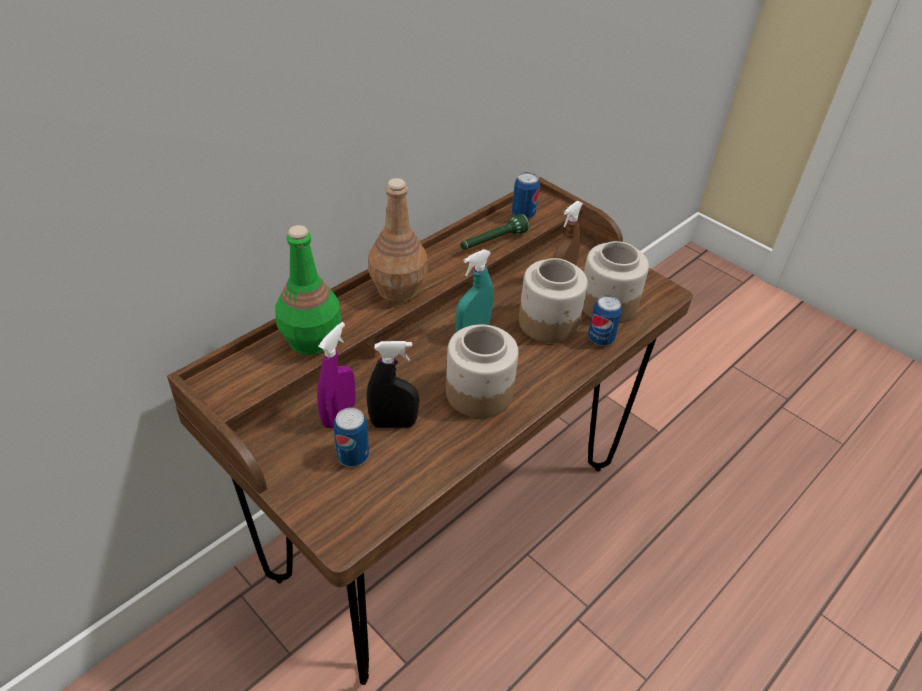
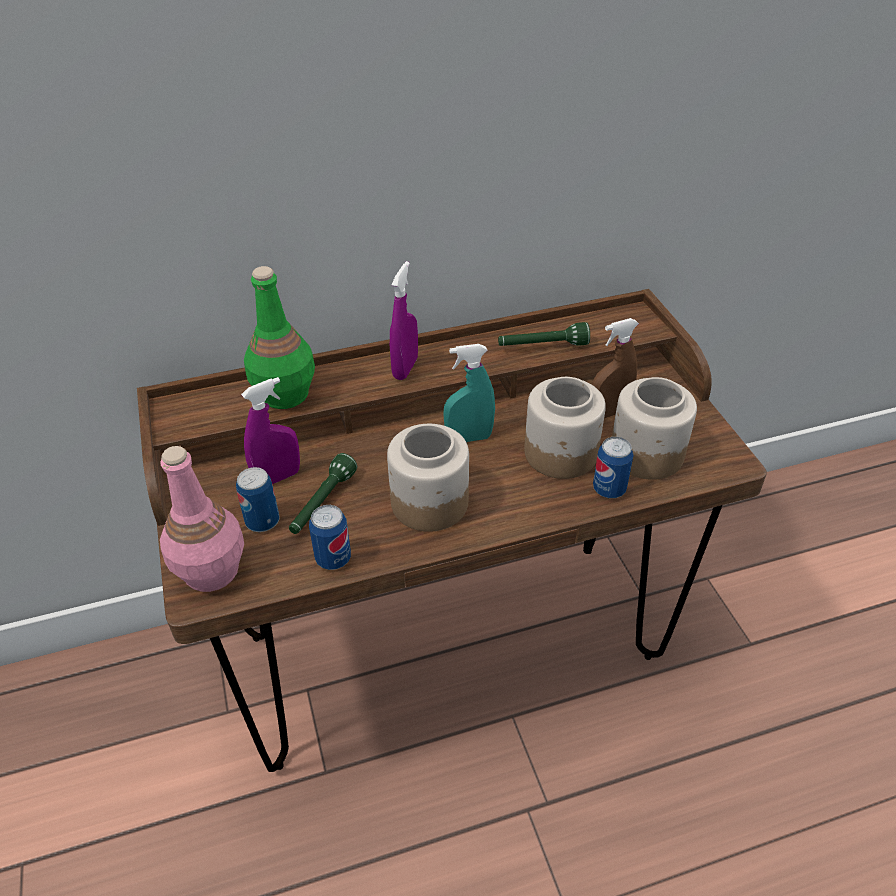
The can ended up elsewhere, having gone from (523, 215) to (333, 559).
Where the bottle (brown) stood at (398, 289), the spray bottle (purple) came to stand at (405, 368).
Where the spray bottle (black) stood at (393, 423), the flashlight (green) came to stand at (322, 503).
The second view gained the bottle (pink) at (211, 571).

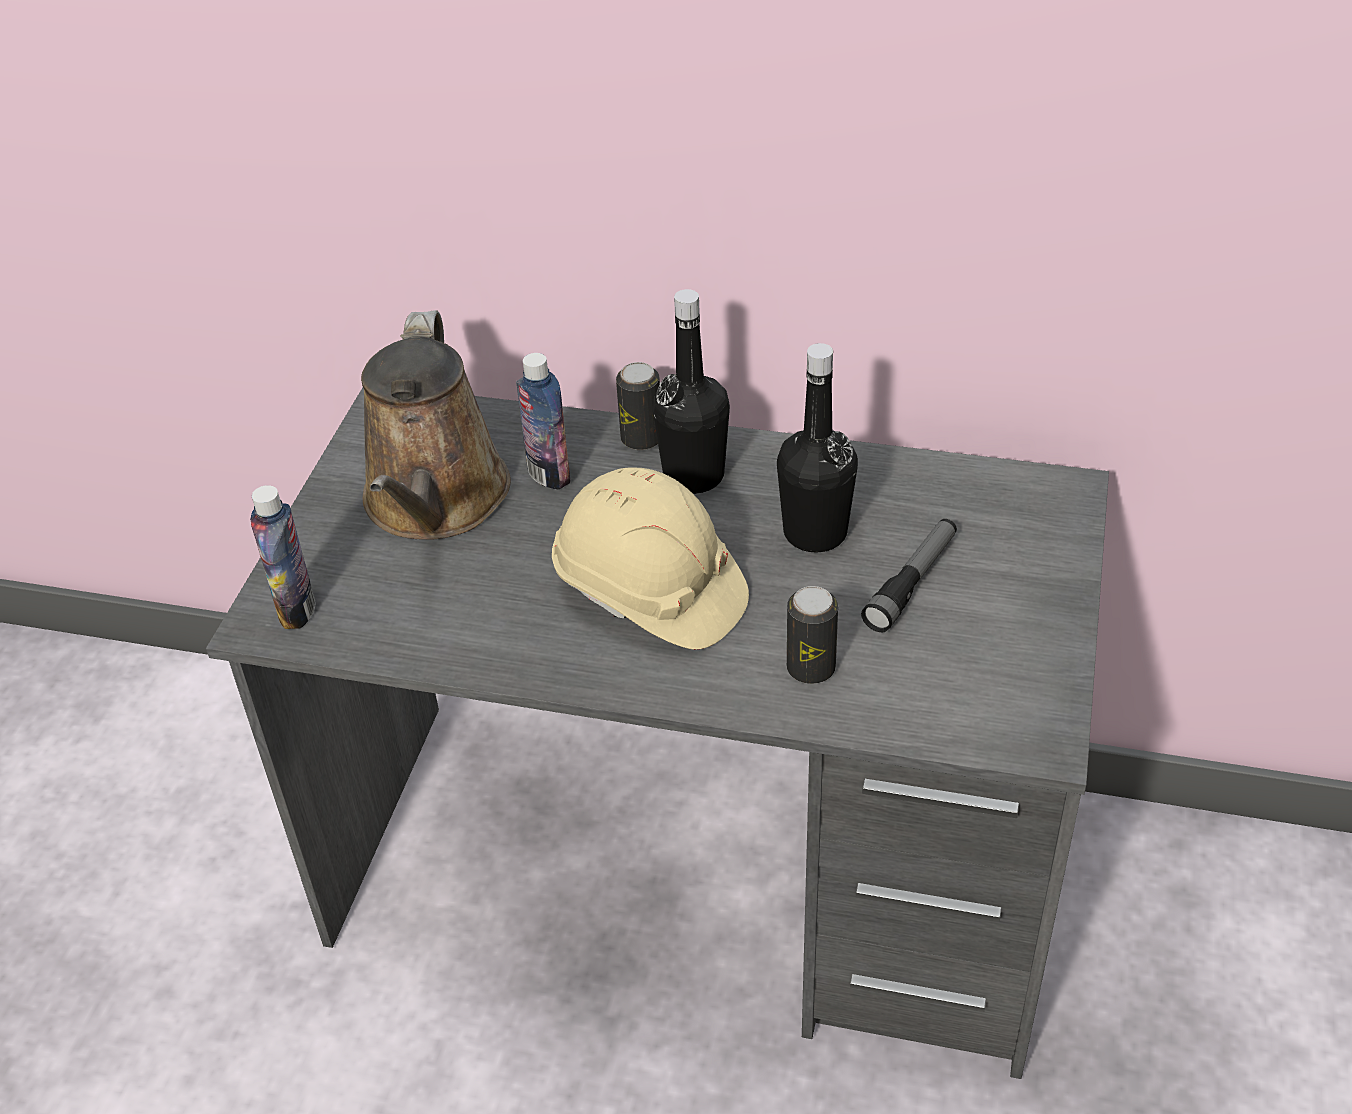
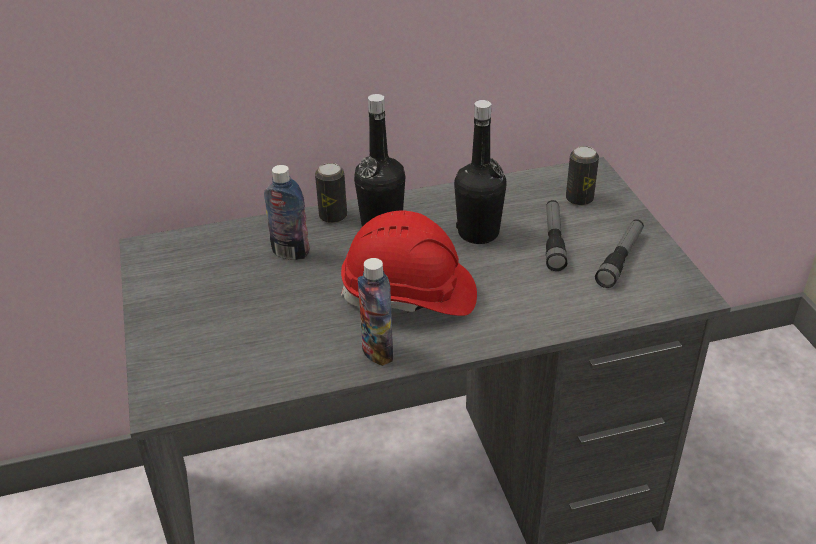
The second view lost the watering can (brown) at (435, 502).
What was the hard hat (beige) at (649, 592) turned into the hard hat (red) at (409, 295).
The bottle ended up elsewhere, having gone from (297, 609) to (377, 352).
The can ended up elsewhere, having gone from (811, 668) to (579, 199).
The second view gained the flashlight at (620, 259).

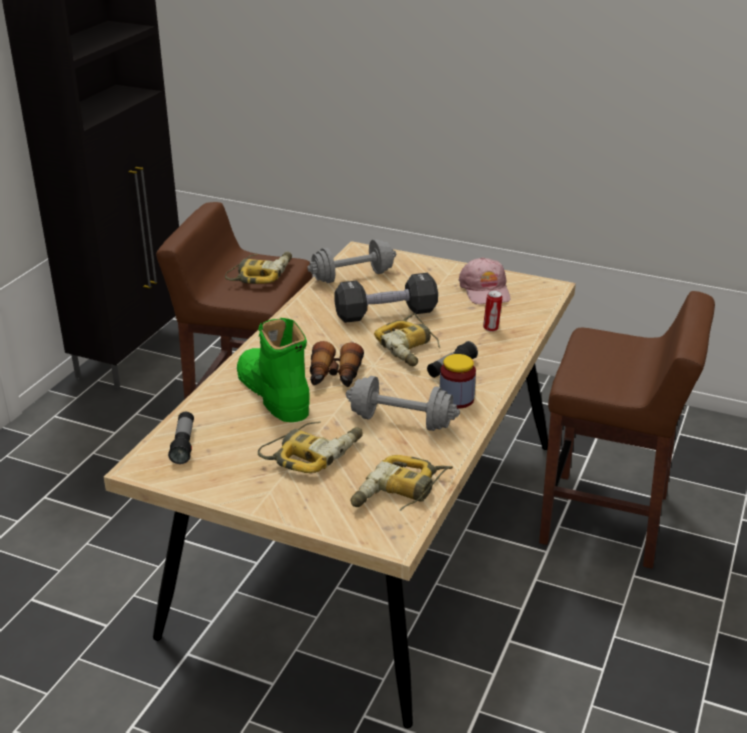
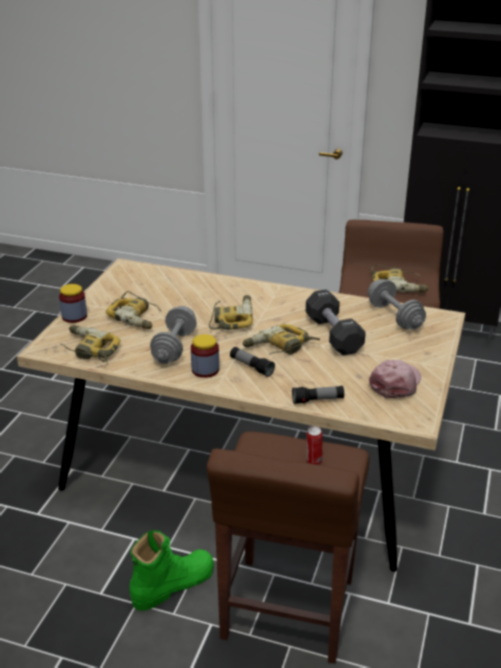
The cap (pink) at (485, 290) ended up facing another way, 135 degrees clockwise from before.
The can ended up elsewhere, having gone from (491, 328) to (313, 461).
The boot (green) ended up elsewhere, having gone from (273, 393) to (172, 584).
Where the binoculars stood at (334, 376), the power drill came to stand at (231, 318).
The flashlight ended up elsewhere, having gone from (183, 444) to (317, 400).
The second view gained the jar at (74, 316).

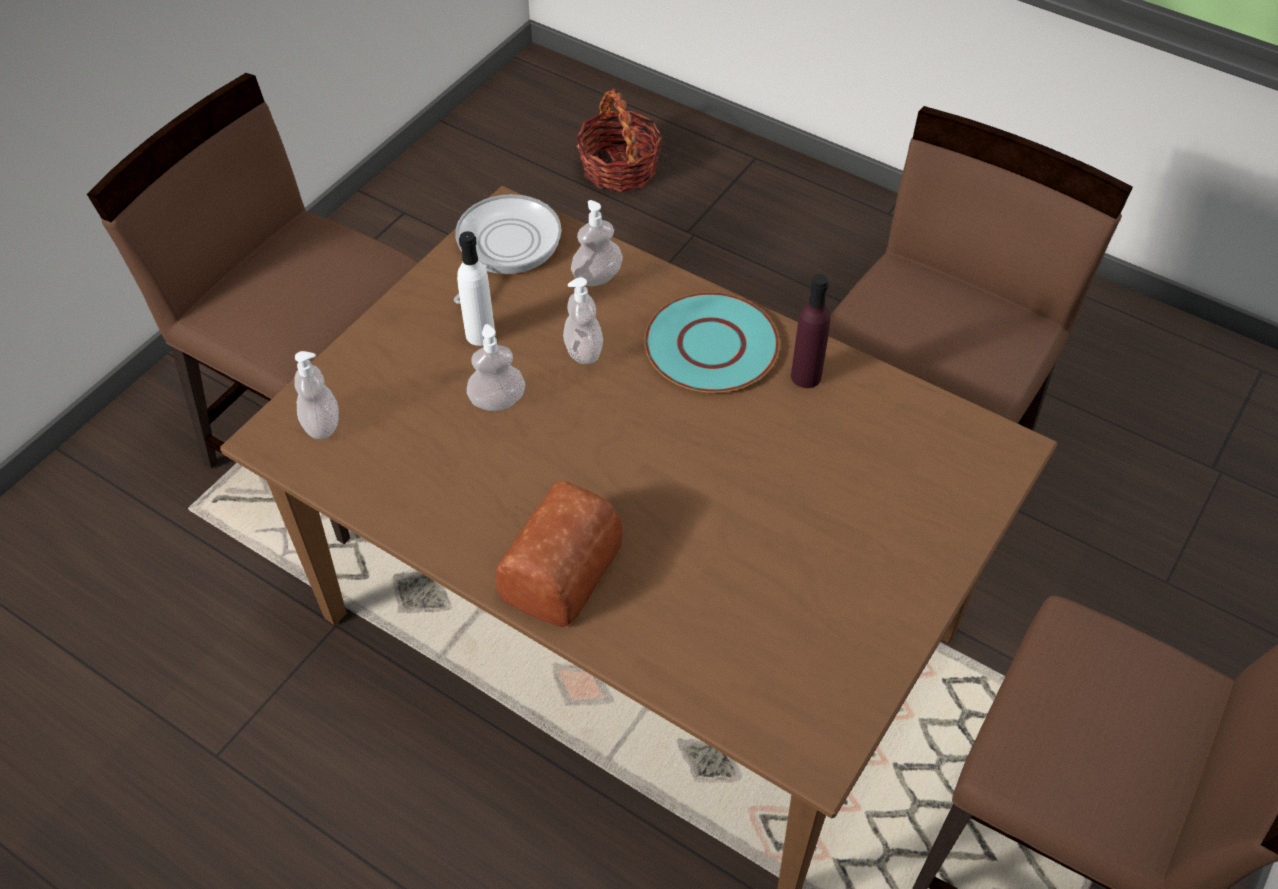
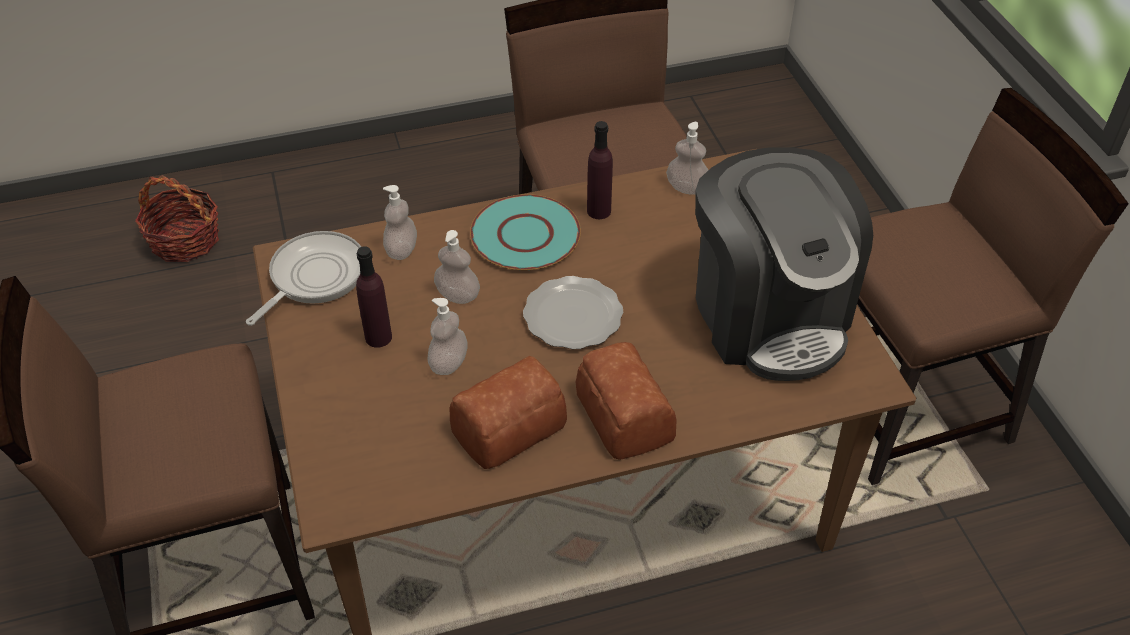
The frying pan at (505, 246) ended up facing another way, 60 degrees clockwise from before.
What was the bottle (white) at (480, 334) turned into the bottle (purple) at (378, 337).
The soap dispenser ended up elsewhere, having gone from (321, 424) to (686, 188).
The second view gained the coffee machine at (769, 314).
The second view gained the plate at (571, 315).
The second view gained the bread at (506, 426).

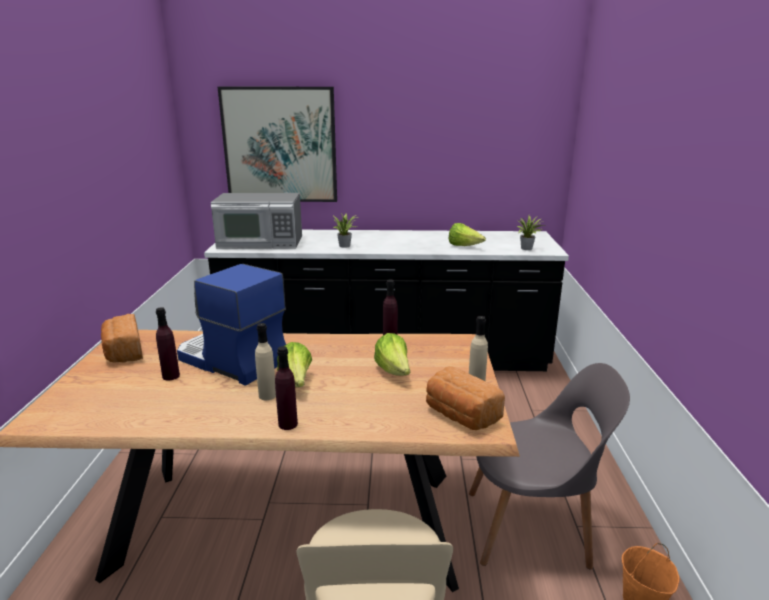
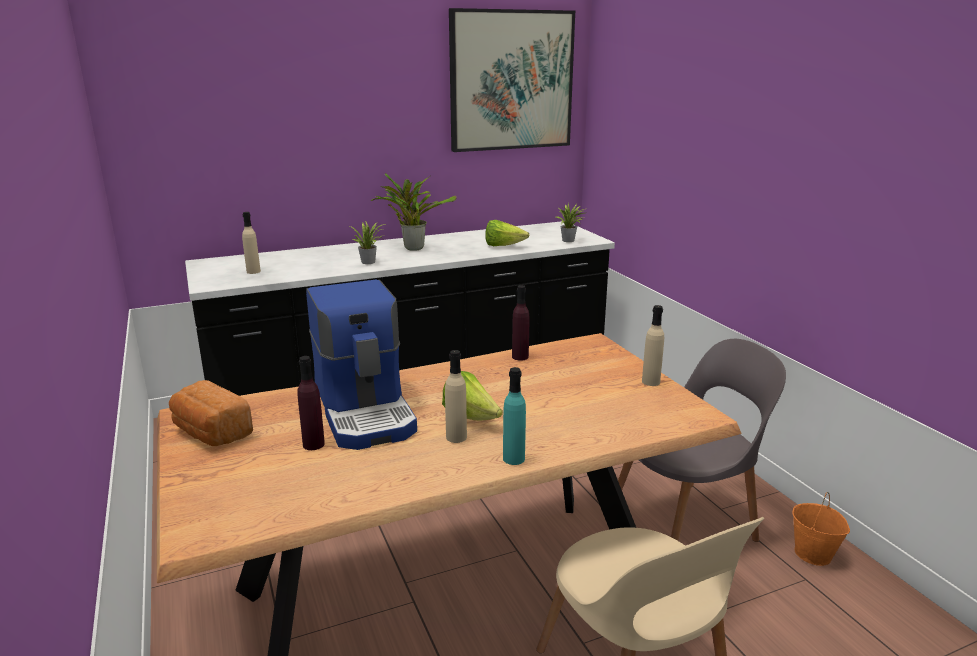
The picture ended up elsewhere, having gone from (280, 145) to (511, 81).
Where the microwave stood at (260, 242), the bottle (beige) came to stand at (253, 271).
The coffee machine at (231, 360) ended up facing another way, 120 degrees counterclockwise from before.
The second view lost the lettuce at (394, 371).
What was the bottle (purple) at (288, 424) turned into the bottle (turquoise) at (513, 459).
The second view lost the bread at (460, 415).
The second view gained the potted plant at (412, 247).

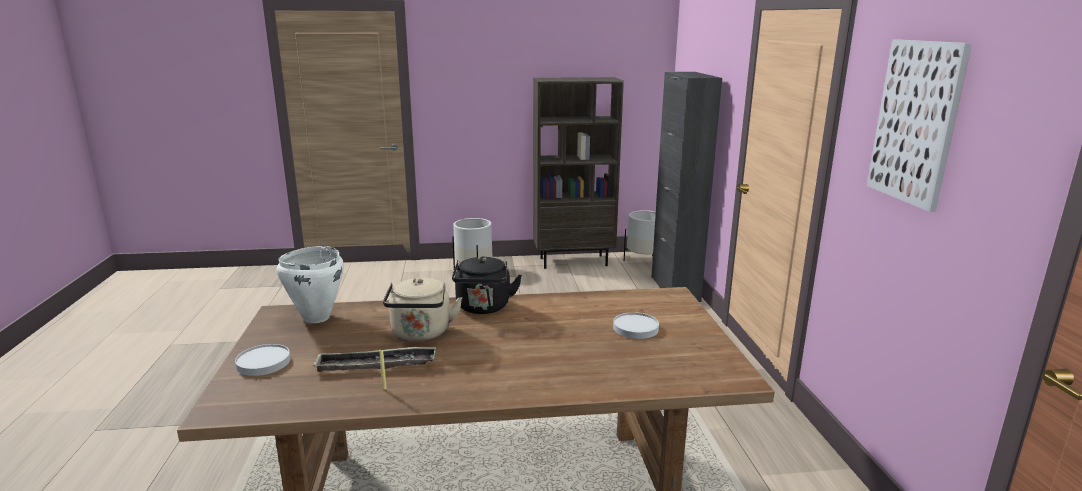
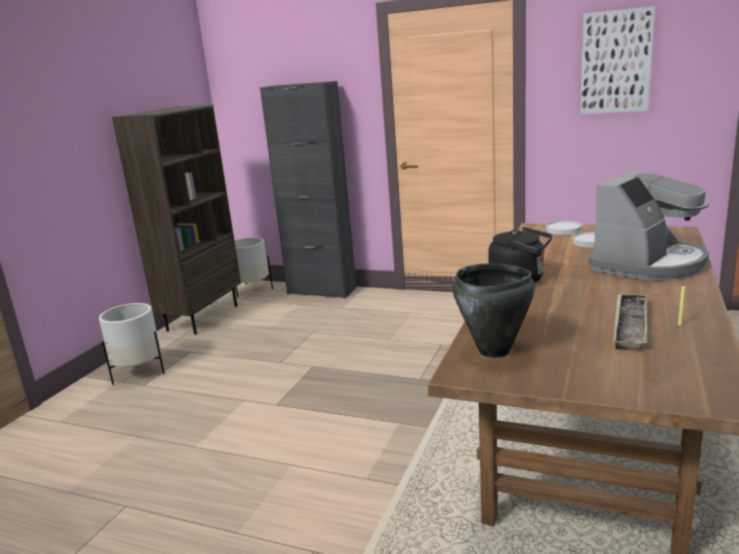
What was the cooking pot (white) at (316, 318) turned into the cooking pot (black) at (494, 351).
The second view lost the kettle (beige) at (421, 334).
The plate (white) ended up elsewhere, having gone from (264, 362) to (563, 230).
The second view gained the coffee machine at (648, 264).

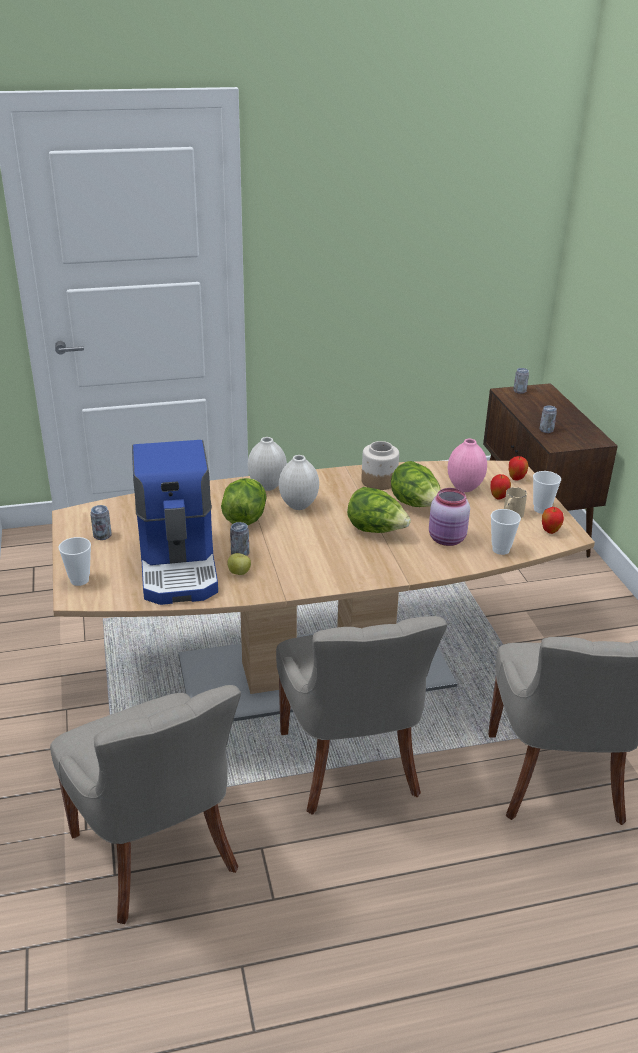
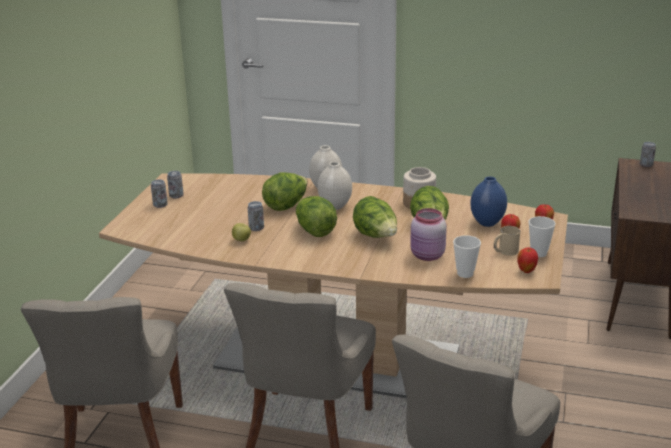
The can ended up elsewhere, having gone from (546, 430) to (160, 205).
What was the vase (pink) at (464, 488) turned into the vase (blue) at (487, 223).
The second view lost the coffee machine at (180, 565).
The second view lost the cup at (79, 580).
The second view gained the lettuce at (315, 230).

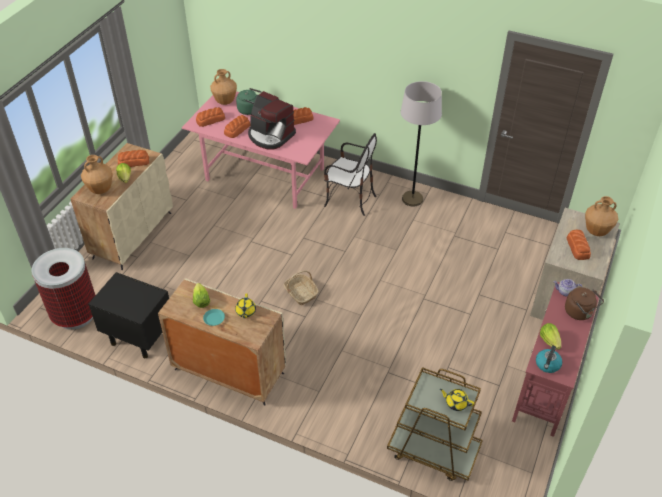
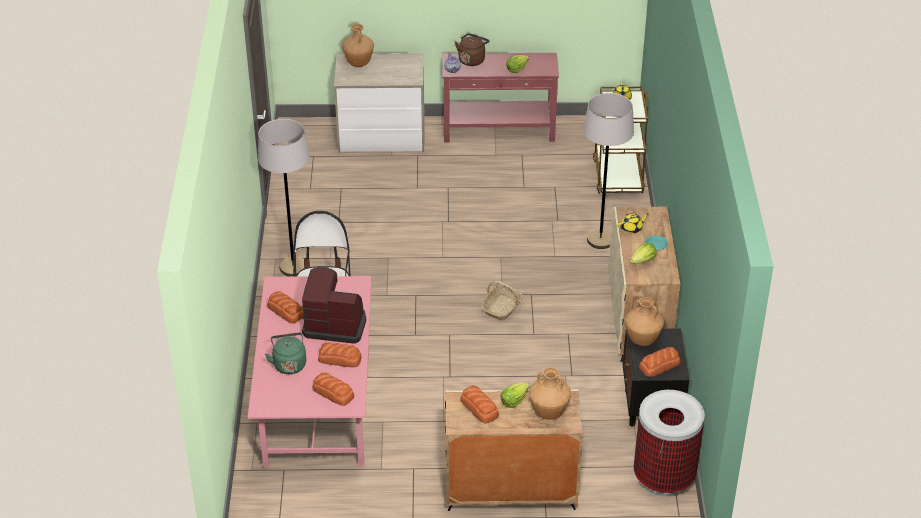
The vase (brown) ended up elsewhere, having gone from (225, 101) to (642, 340).
The coffee machine at (270, 136) ended up facing another way, 90 degrees counterclockwise from before.
The bread ended up elsewhere, having gone from (577, 248) to (660, 365).
The second view lost the kettle at (547, 365).
The second view gained the floor lamp (grey) at (600, 240).

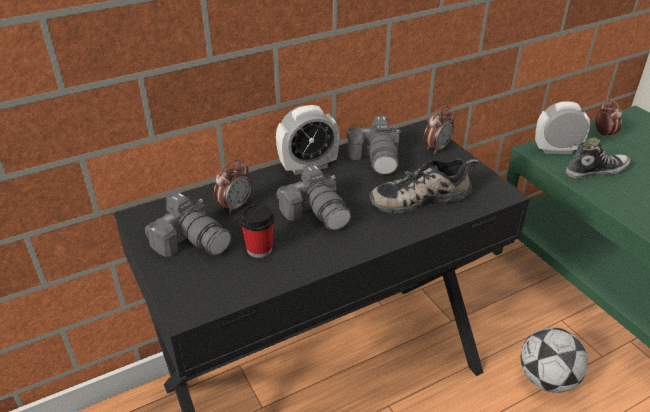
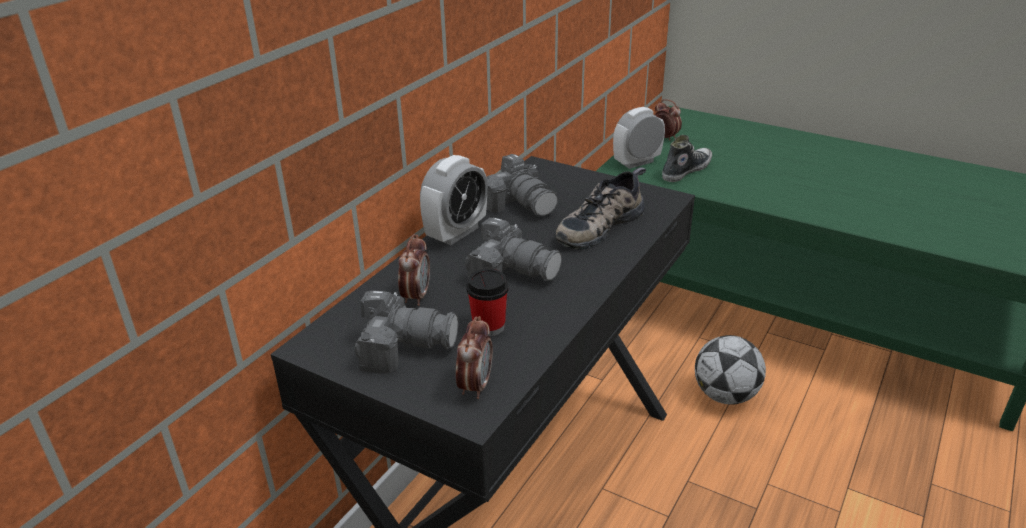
The alarm clock ended up elsewhere, having gone from (437, 148) to (475, 386).

